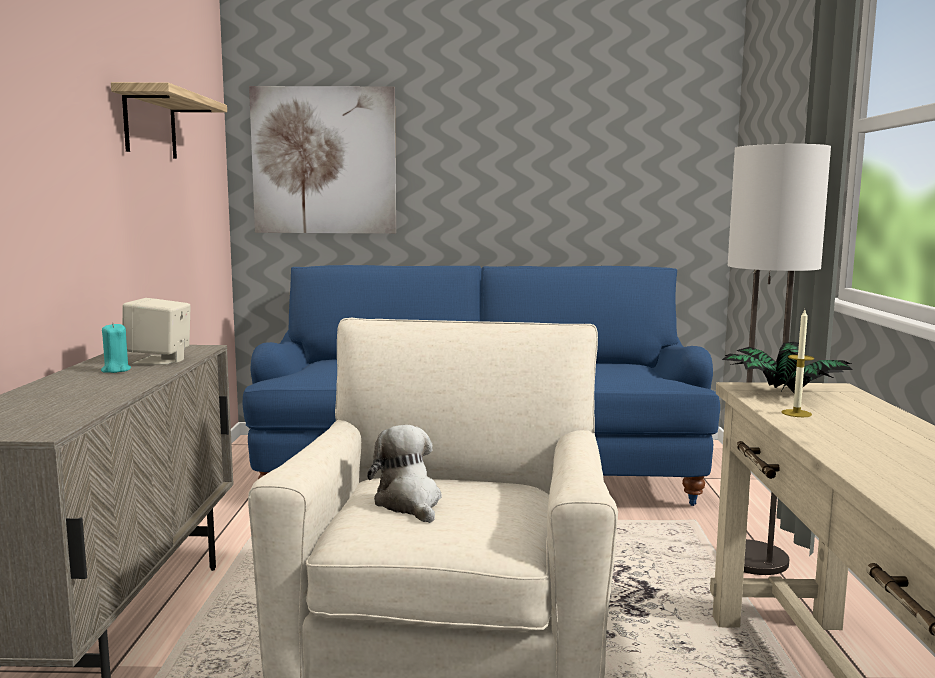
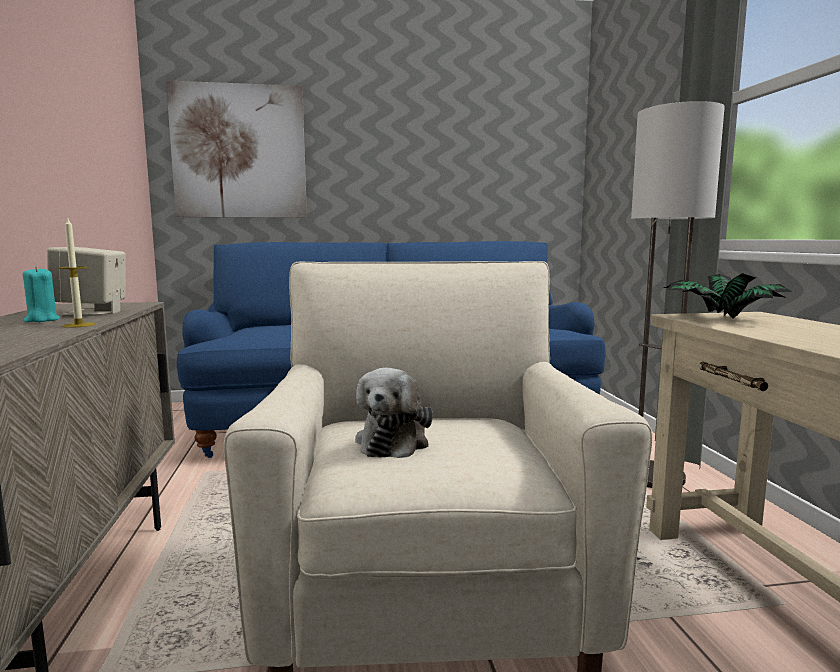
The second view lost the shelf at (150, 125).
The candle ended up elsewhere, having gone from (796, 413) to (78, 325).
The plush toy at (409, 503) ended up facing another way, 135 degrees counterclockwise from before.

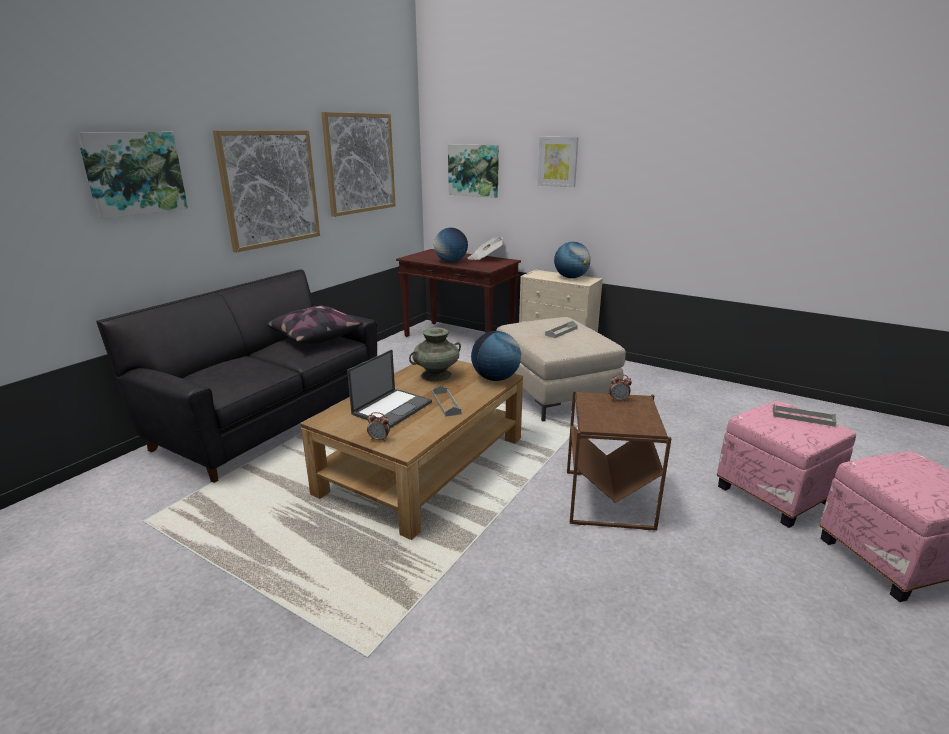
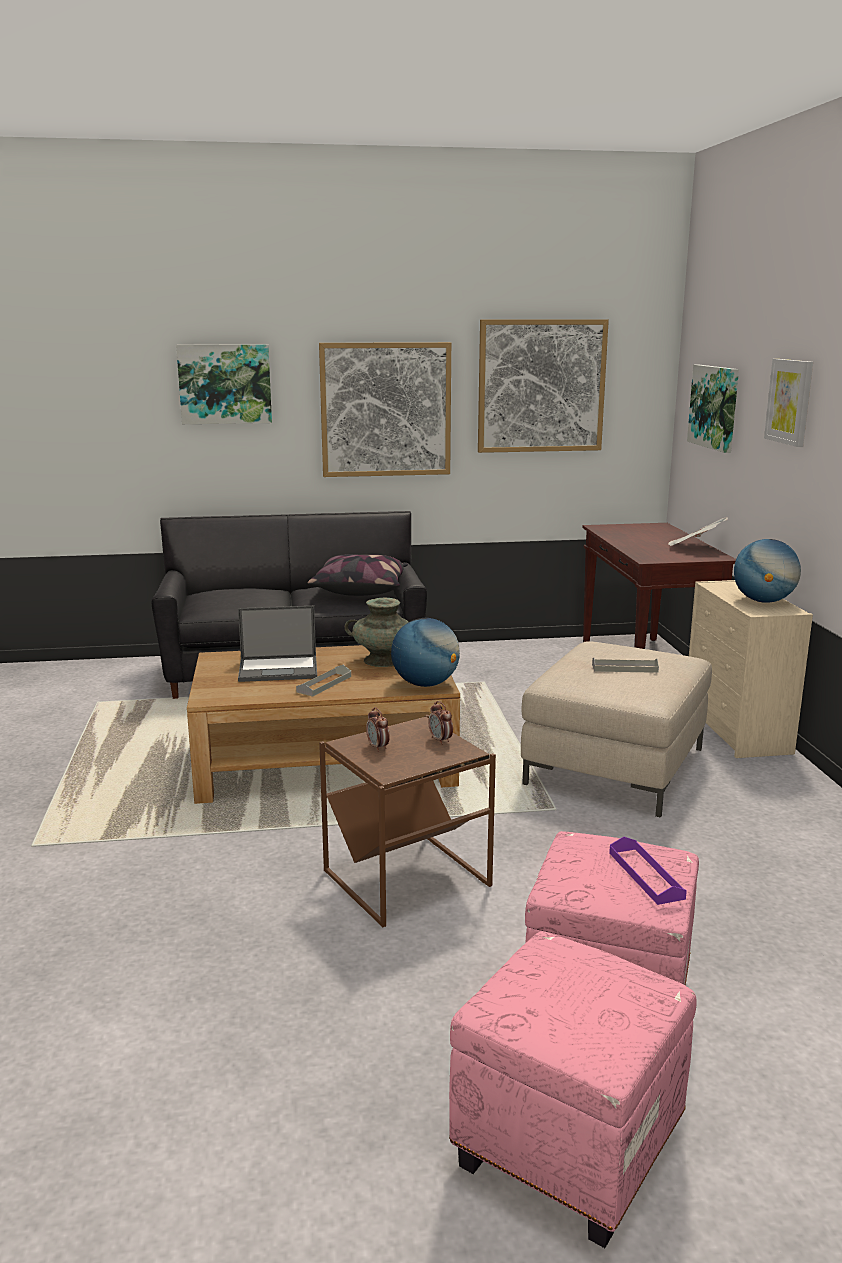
The second view lost the globe at (451, 262).
What was the tray (grey) at (802, 417) turned into the tray (purple) at (645, 875).
The alarm clock ended up elsewhere, having gone from (379, 439) to (378, 747).

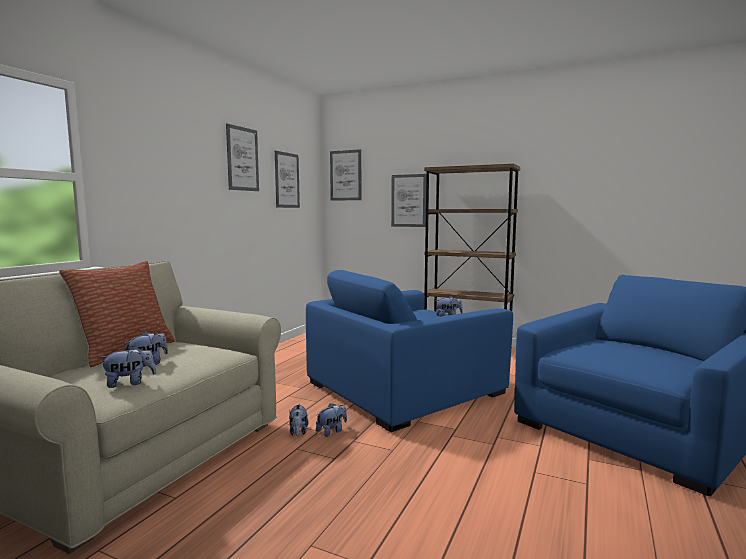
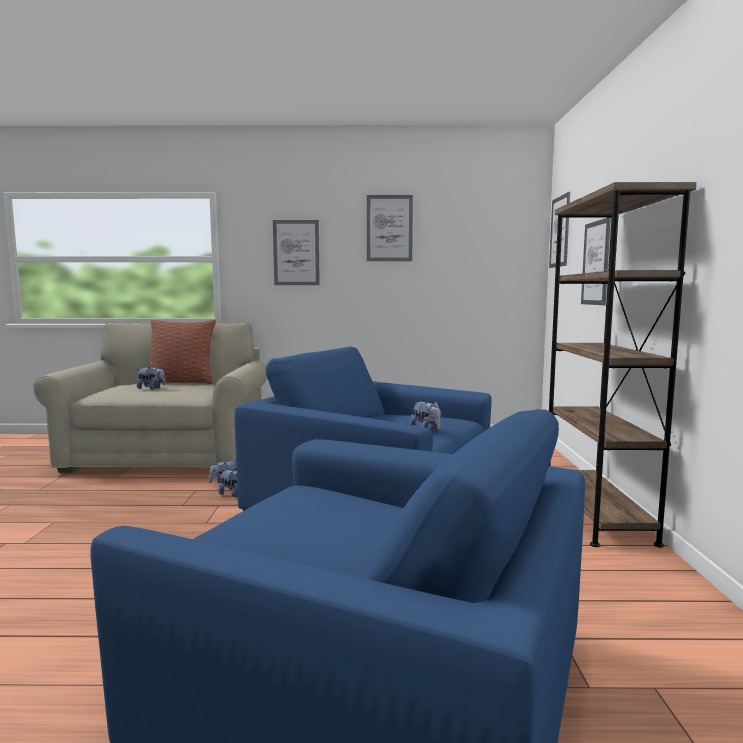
The picture ended up elsewhere, having gone from (287, 180) to (296, 253).
The second view lost the plush toy at (129, 383).

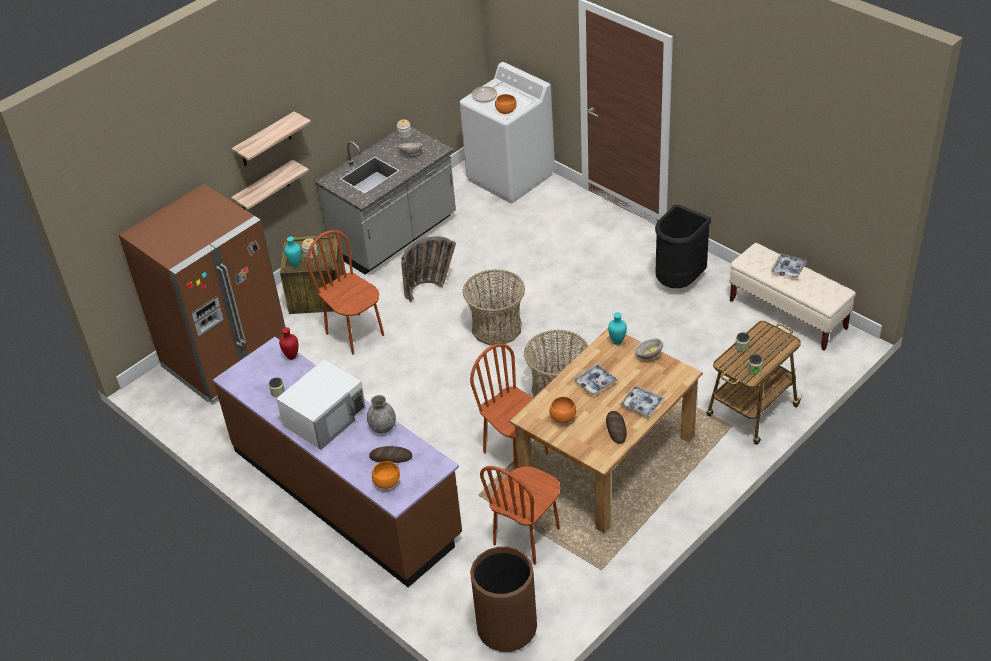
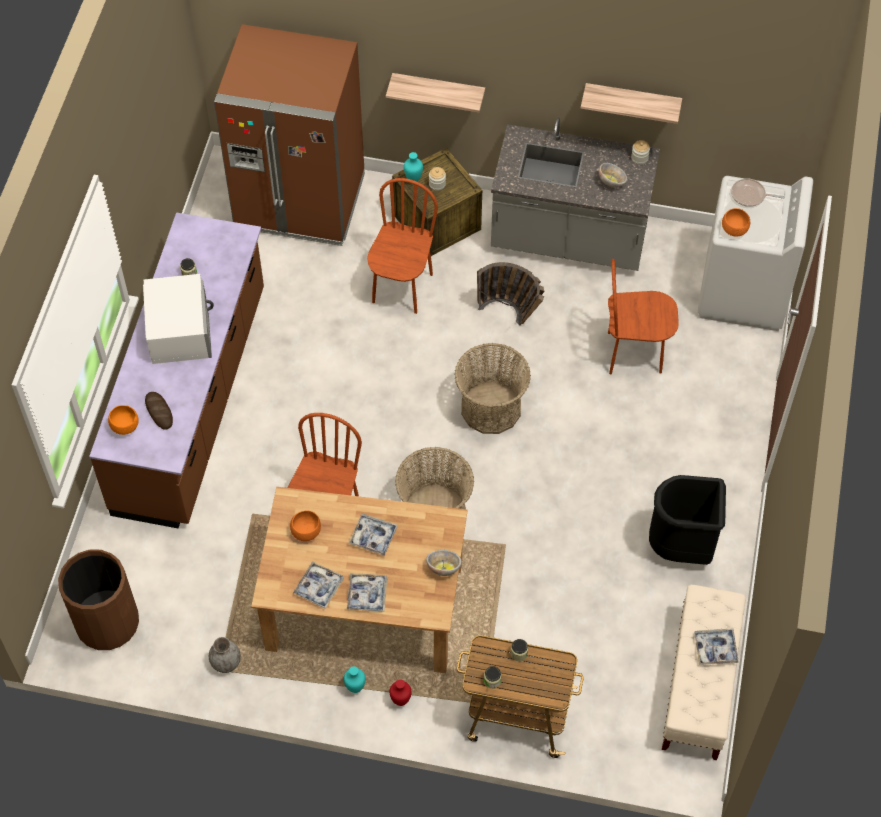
The shelf ended up elsewhere, having gone from (265, 140) to (632, 101).
The vase (turquoise) ended up elsewhere, having gone from (617, 342) to (354, 688).
The vase (red) ended up elsewhere, having gone from (291, 356) to (401, 700).
The microwave (white) at (325, 417) ended up facing another way, 105 degrees counterclockwise from before.
The vase (grey) ended up elsewhere, having gone from (383, 428) to (226, 663).
Where the bread stood at (616, 428), the tray came to stand at (319, 587).
The chair (brown) ended up elsewhere, having gone from (527, 537) to (634, 353).

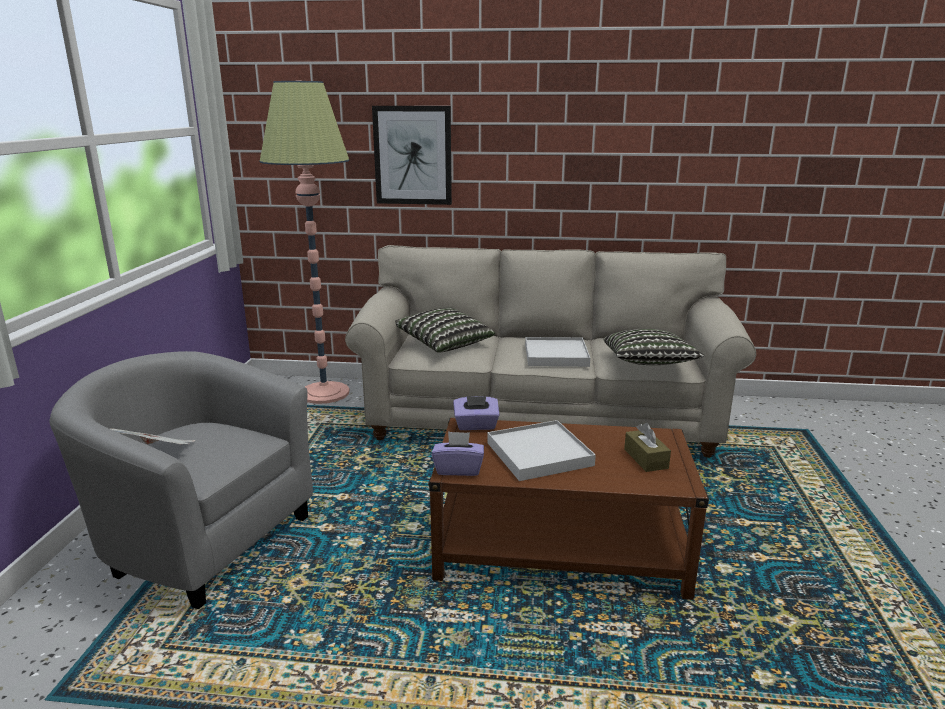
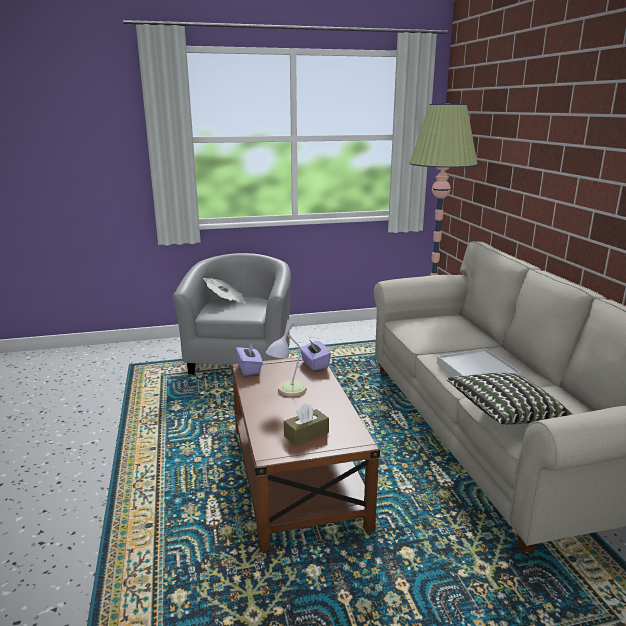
The second view lost the picture at (413, 155).
The second view lost the pillow at (444, 343).
Where the tray (white) stood at (539, 454), the table lamp came to stand at (286, 391).

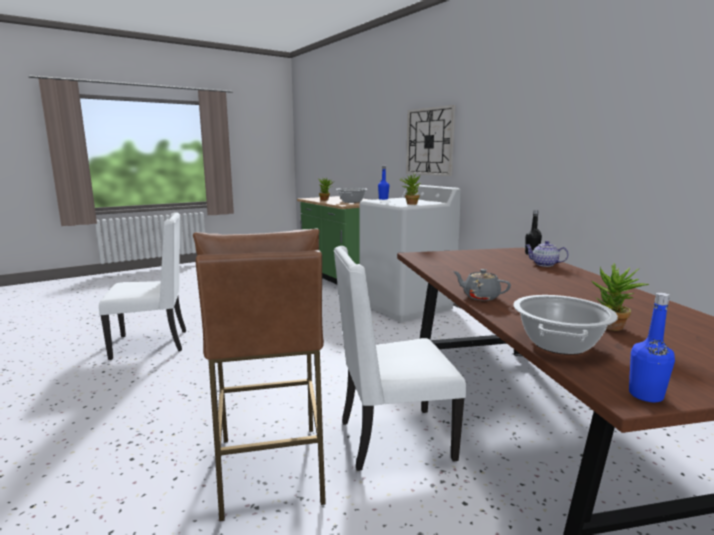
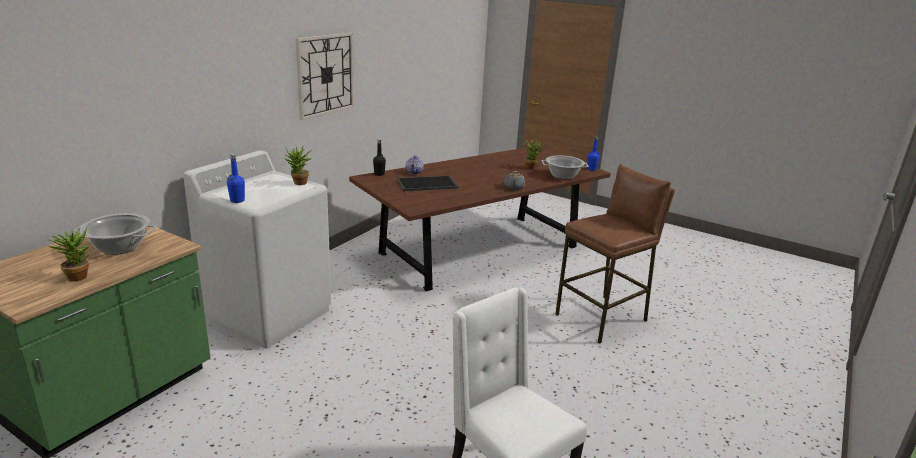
The wall clock ended up elsewhere, having gone from (430, 141) to (325, 75).
The second view lost the chair (white) at (392, 440).
The second view gained the tray at (427, 184).

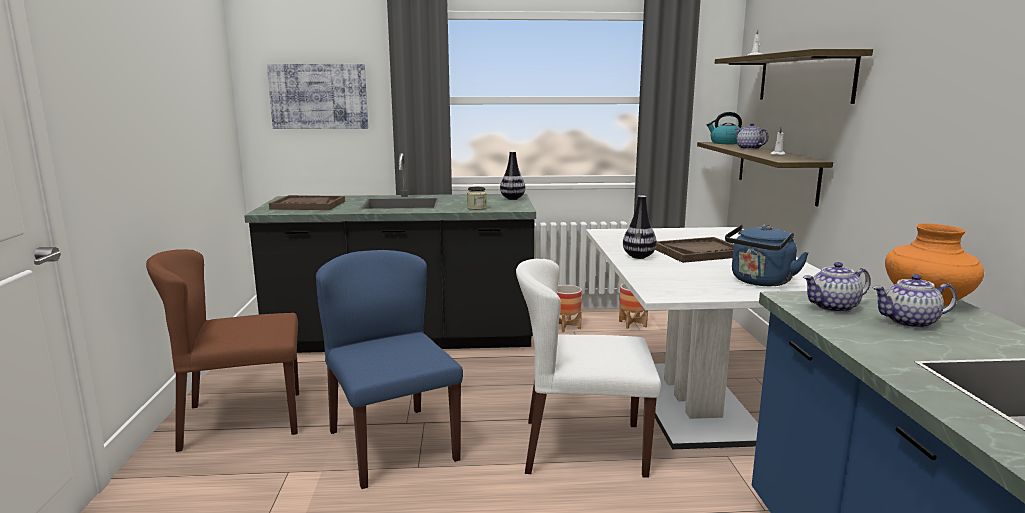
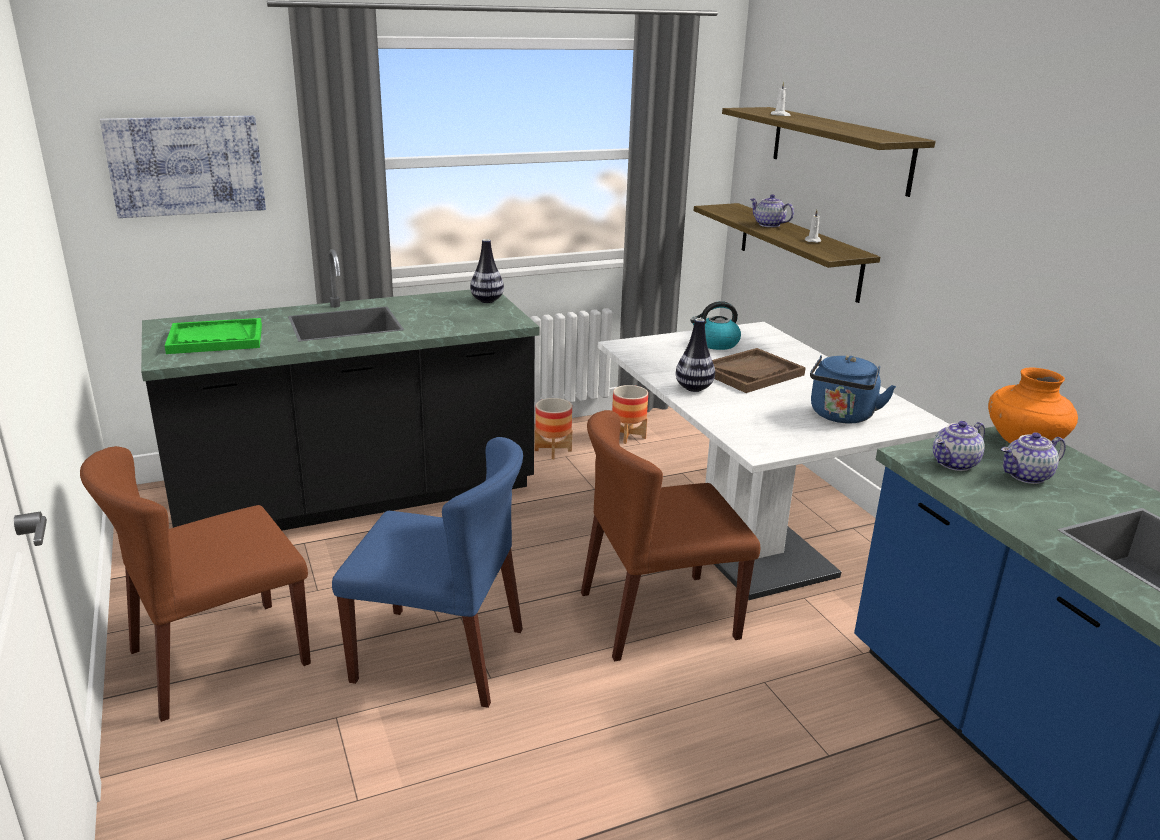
The kettle ended up elsewhere, having gone from (725, 143) to (715, 343).
The second view lost the jar at (476, 208).
What was the tray (brown) at (308, 205) turned into the tray (green) at (215, 339).
The chair (blue) at (392, 444) ended up facing another way, 150 degrees clockwise from before.
What was the chair (white) at (582, 447) turned into the chair (brown) at (657, 616).

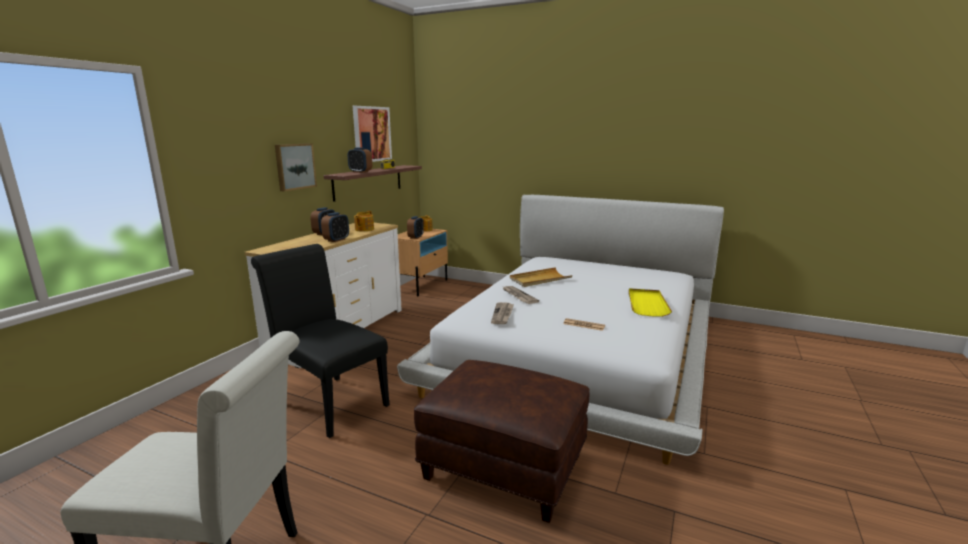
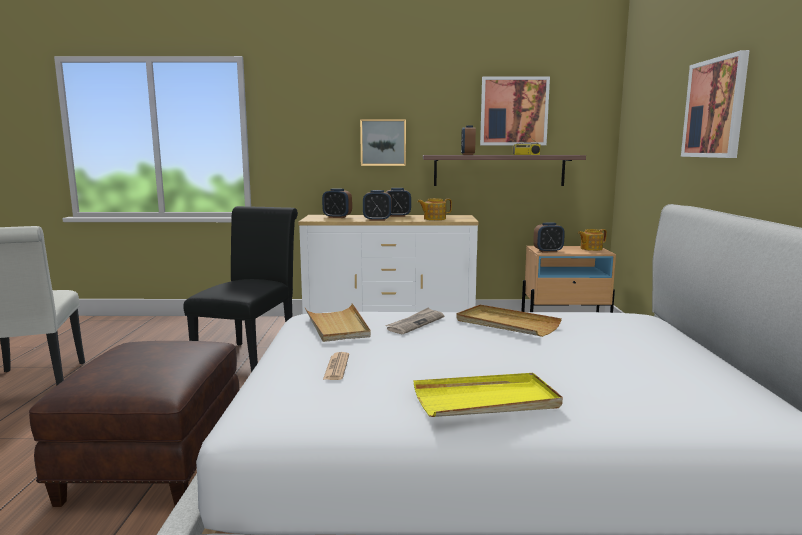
Where the newspaper stood at (503, 314), the tray (beige) came to stand at (337, 326).
The second view gained the picture at (715, 108).
The second view gained the alarm clock at (337, 217).

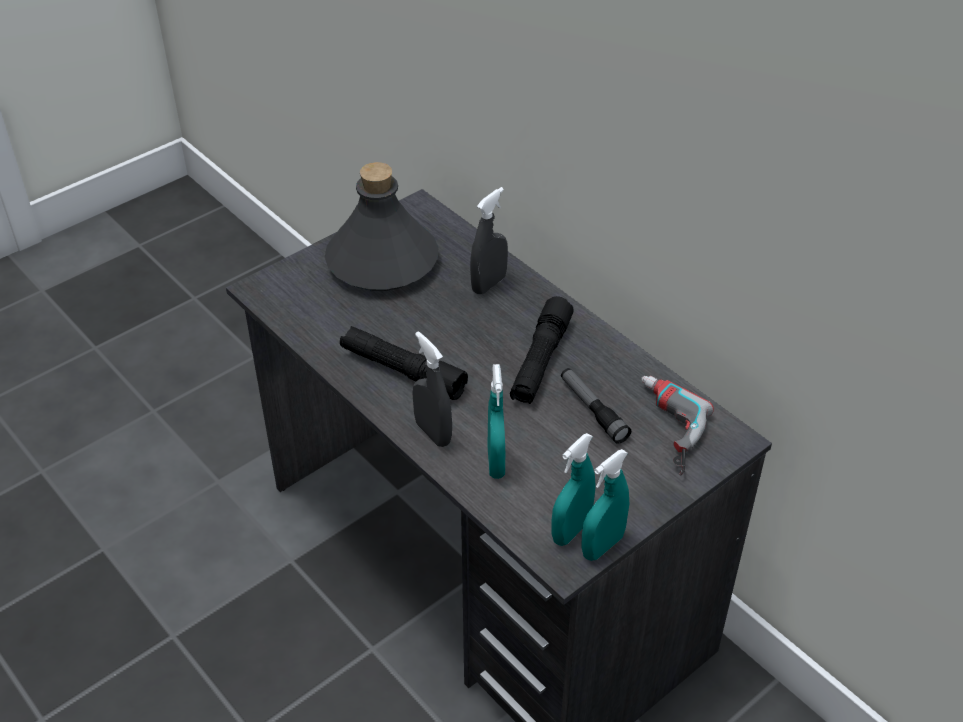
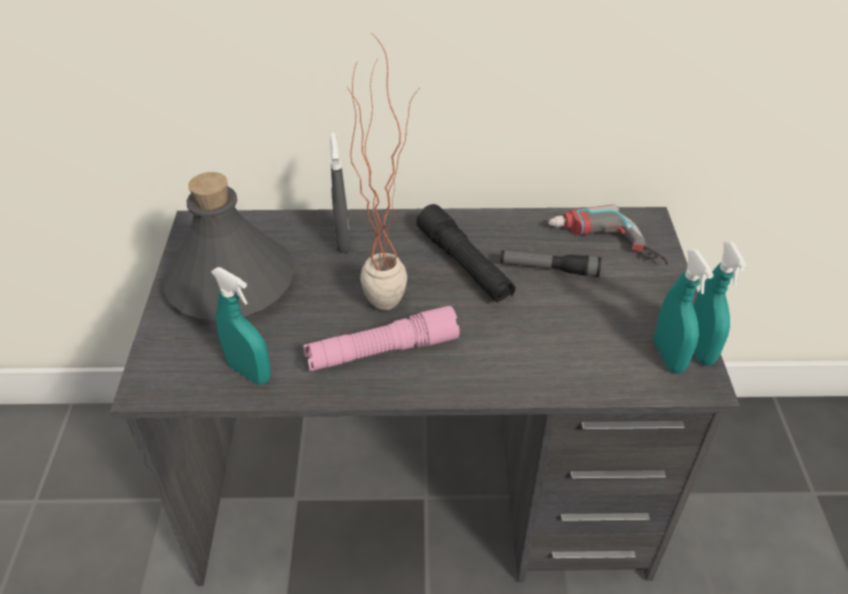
What was the flashlight (black) at (402, 371) turned into the flashlight (pink) at (382, 351).
The second view lost the spray bottle (grey) at (433, 433).
The spray bottle (turquoise) ended up elsewhere, having gone from (496, 462) to (249, 372).
The second view gained the potted plant at (391, 295).

